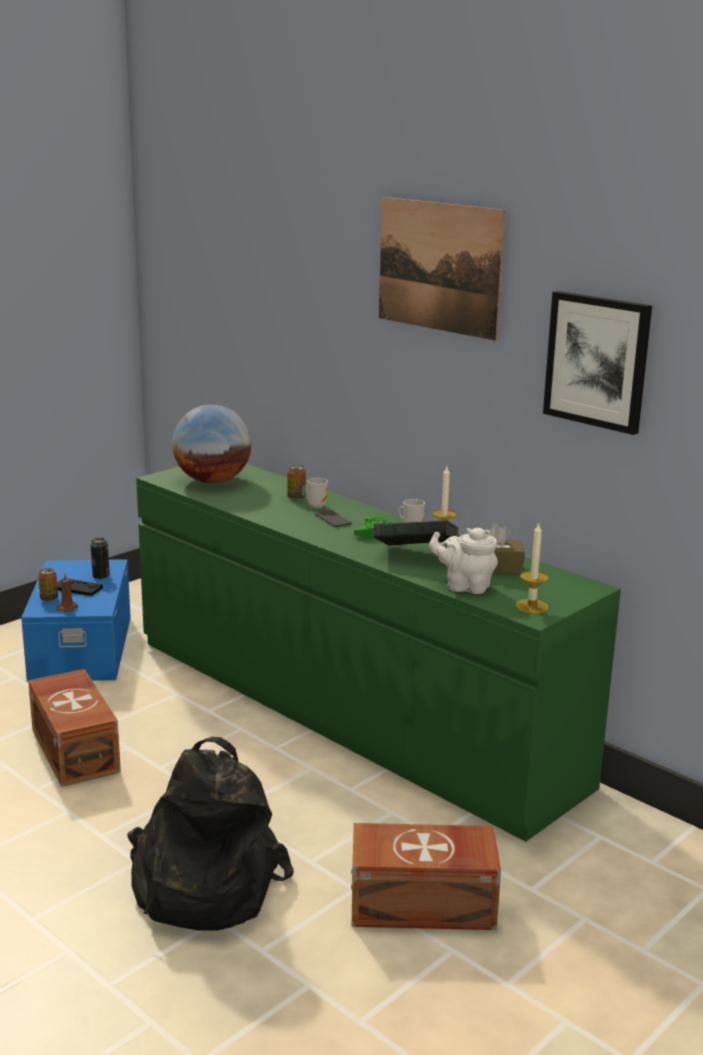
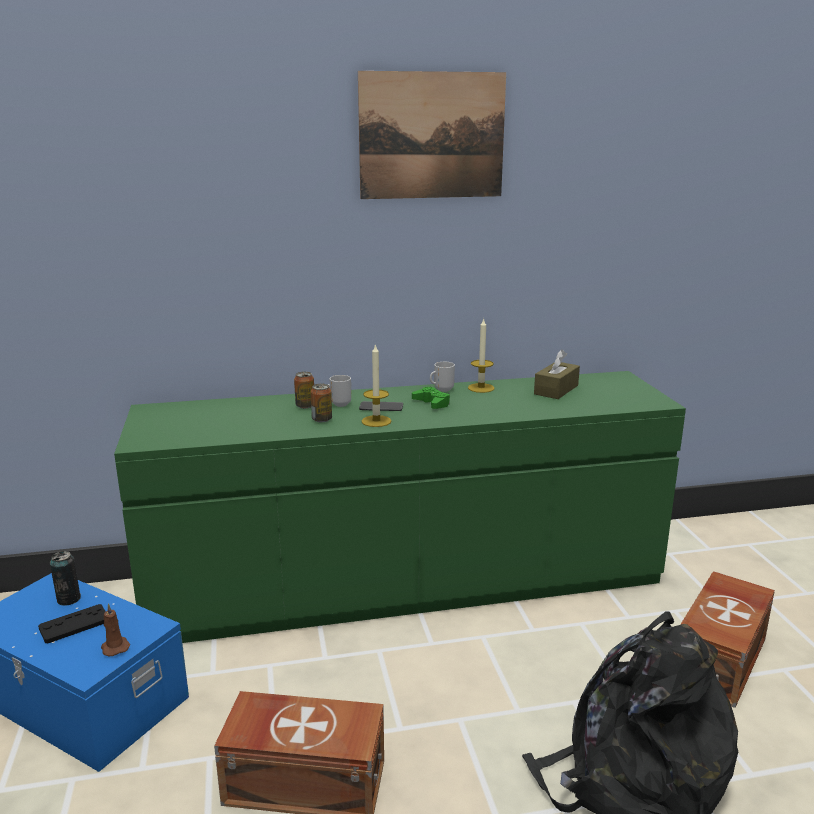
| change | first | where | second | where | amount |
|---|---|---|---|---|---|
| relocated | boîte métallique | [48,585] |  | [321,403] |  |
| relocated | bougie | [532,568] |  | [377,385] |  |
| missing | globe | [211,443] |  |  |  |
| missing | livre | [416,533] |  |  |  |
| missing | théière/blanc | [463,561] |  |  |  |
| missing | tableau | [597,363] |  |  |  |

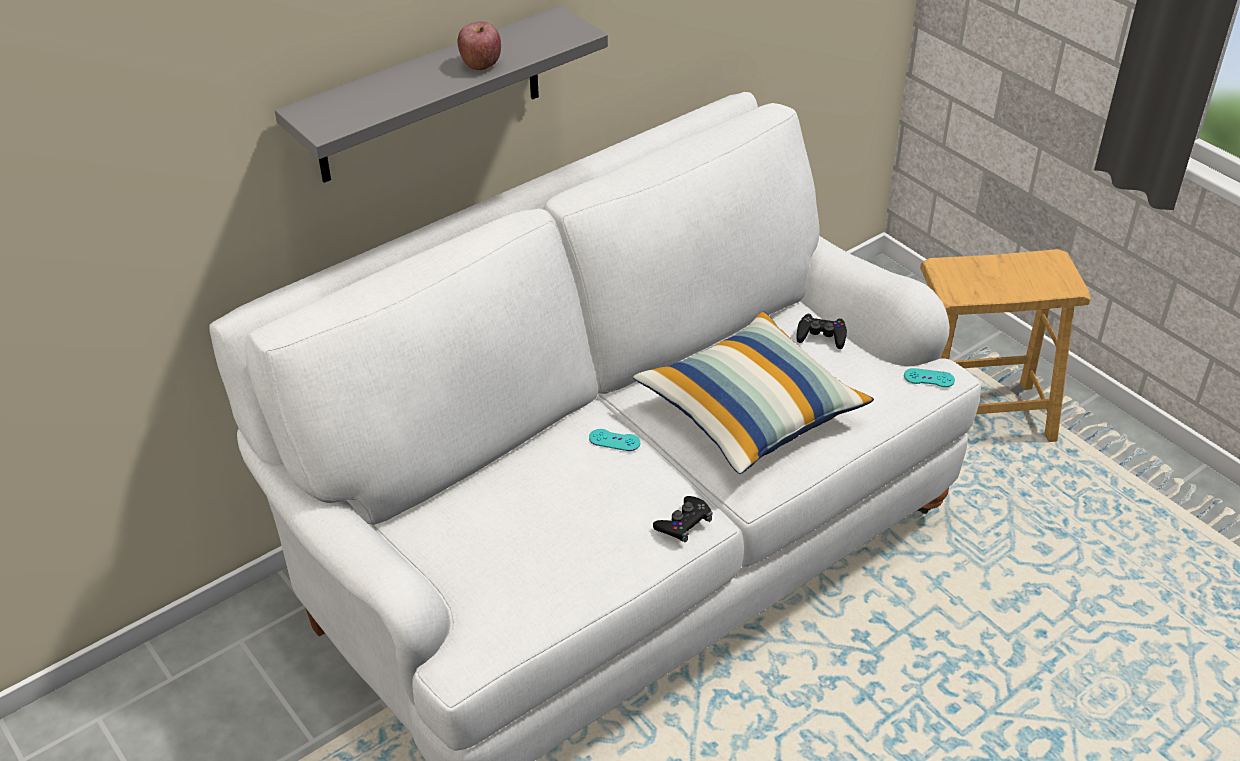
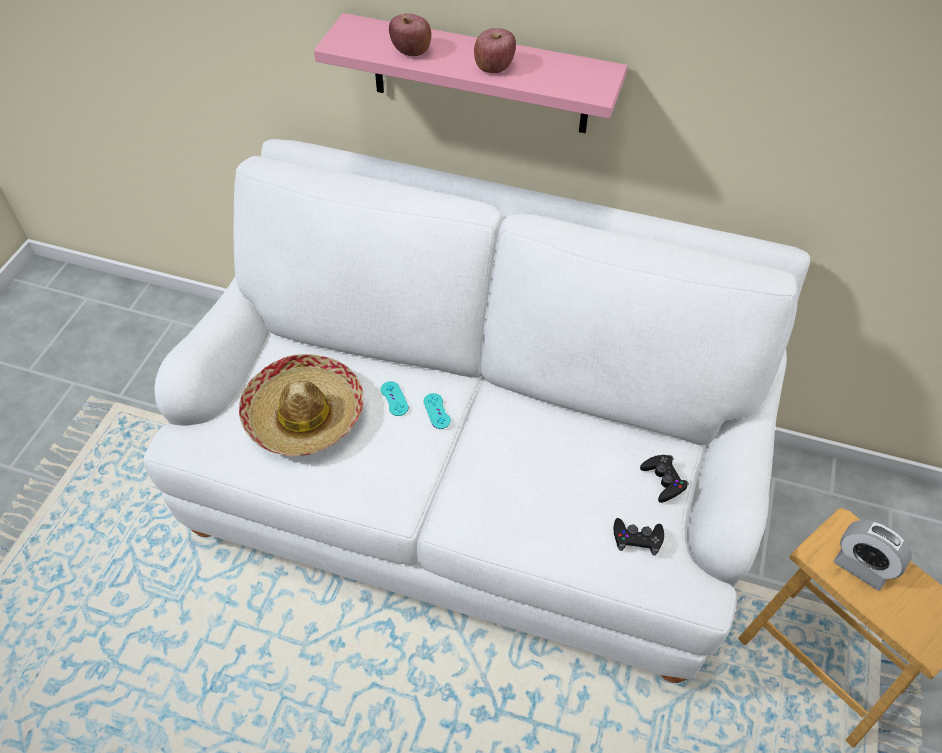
| change | first | where | second | where | amount |
|---|---|---|---|---|---|
| appeared |  |  | chapeau | [301,405] |  |
| colour | étagère/gris | [441,94] | étagère/rose | [470,73] |  |
| relocated | manette/turquoise | [929,377] |  | [395,398] |  |
| appeared |  |  | pomme | [410,34] |  |
| relocated | manette/noir | [683,519] |  | [639,537] |  |
| appeared |  |  | réveil | [873,555] |  |
| missing | coussin | [753,393] |  |  |  |

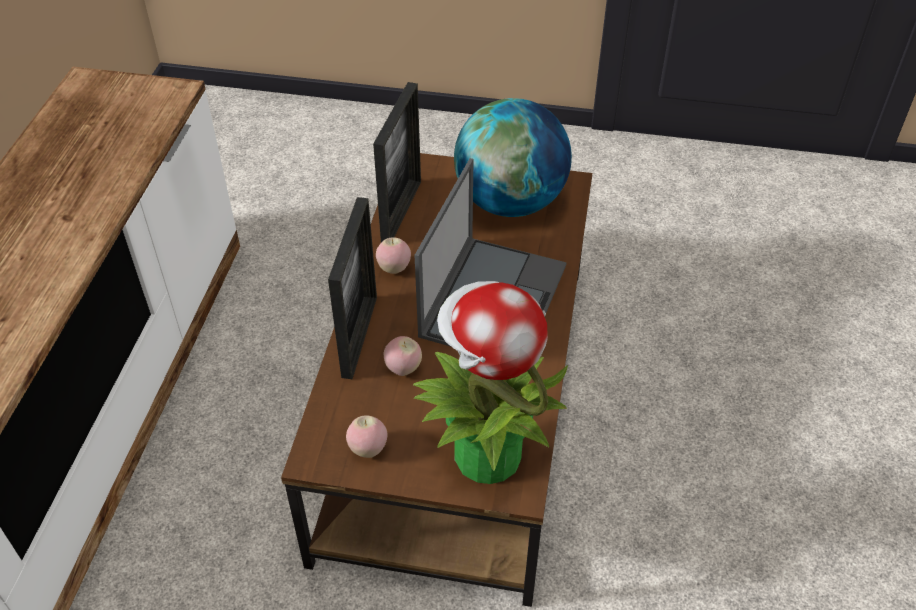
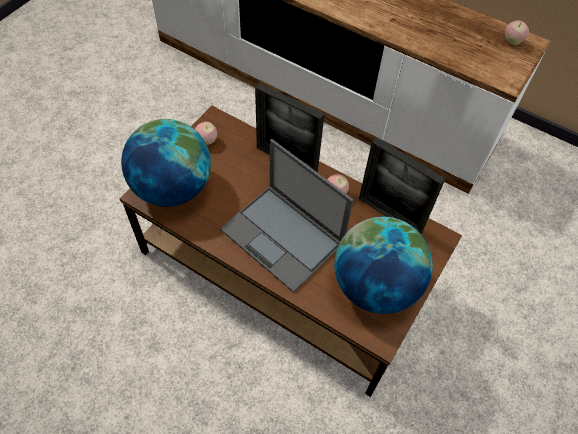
| change | first | where | second | where | amount |
|---|---|---|---|---|---|
| exchanged | plante en pot | [490,382] | globe | [166,163] |  |
| relocated | pomme | [403,356] |  | [517,33] |  |

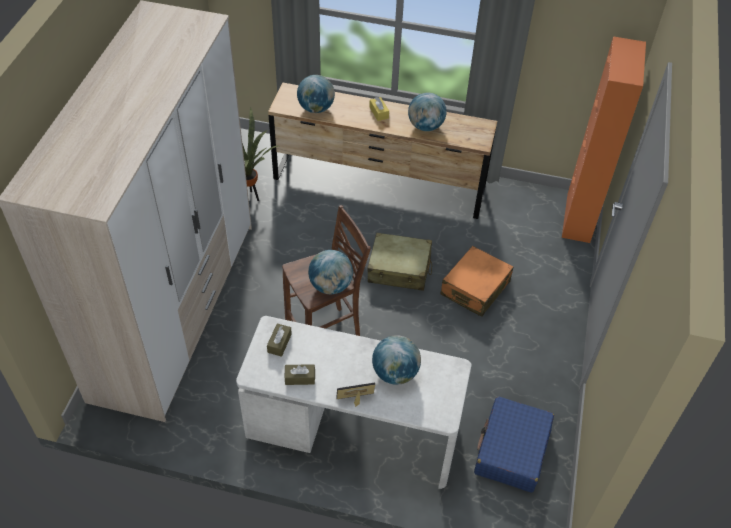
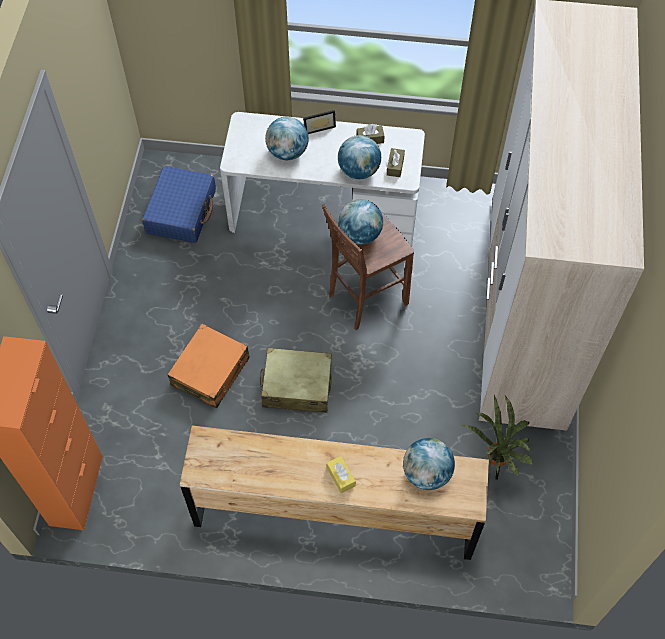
| change | first | where | second | where | amount |
|---|---|---|---|---|---|
| relocated | globe | [427,112] |  | [359,157] |  |

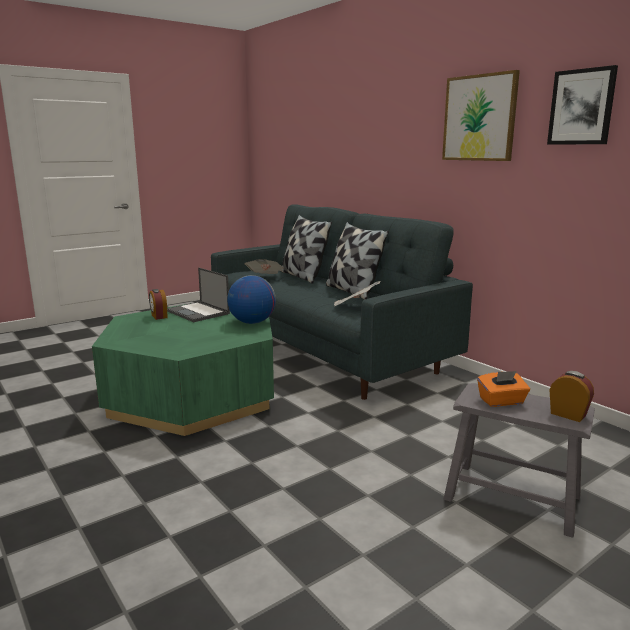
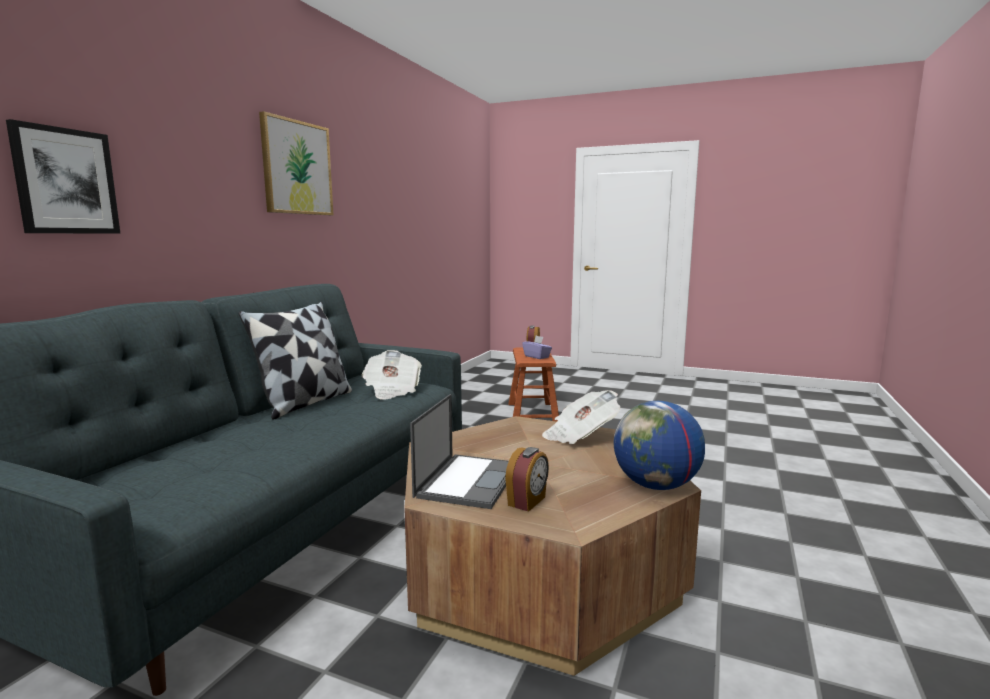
| change | first | where | second | where | amount |
|---|---|---|---|---|---|
| relocated | tableau | [582,105] |  | [63,176] |  |
| colour | table basse/vert | [183,370] | table basse/marron | [552,546] |  |
| colour | tabouret/gris | [519,460] | tabouret/marron | [533,385] |  |
| colour | boîte à mouchoirs/orange | [503,389] | boîte à mouchoirs/violet | [537,347] |  |
| relocated | journal | [264,266] |  | [581,417] |  |
| relocated | globe | [251,299] |  | [659,445] |  |
| missing | coussin | [306,249] |  |  |  |

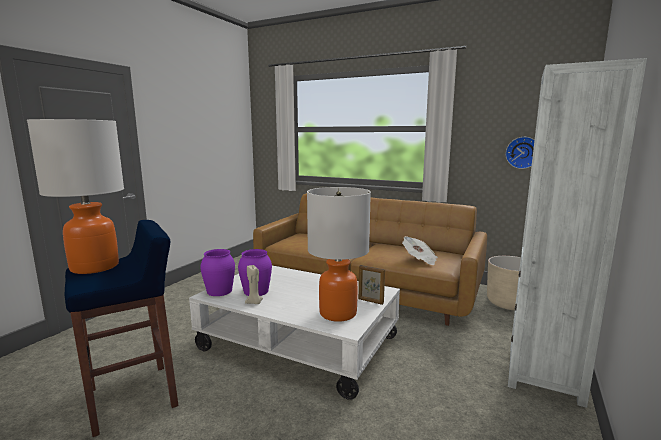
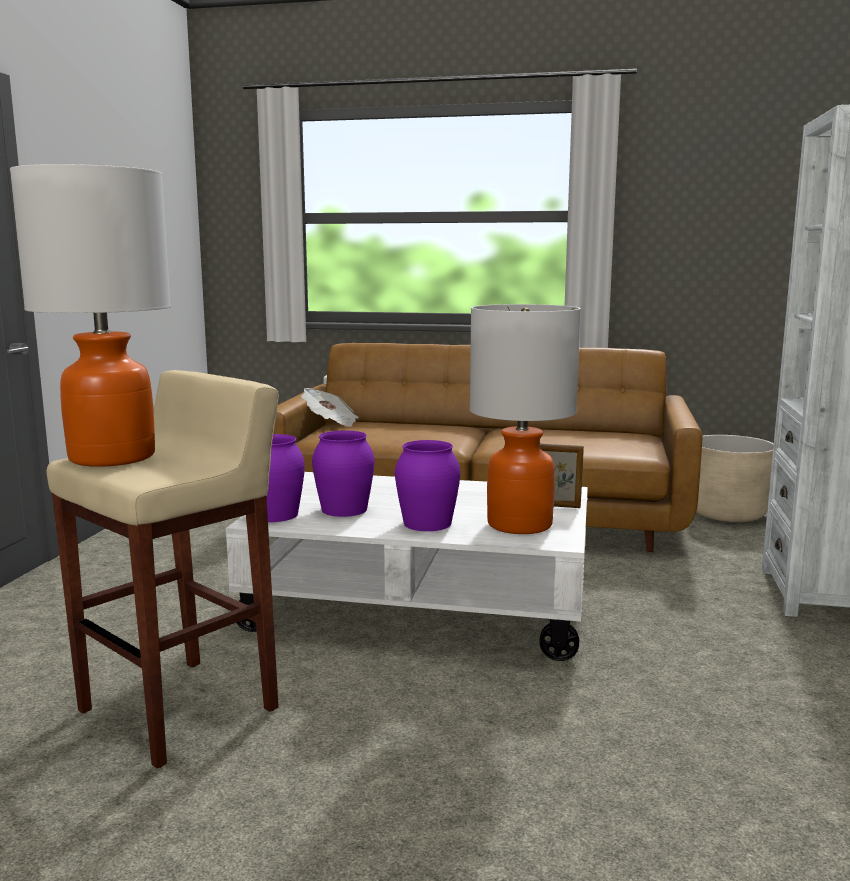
| change | first | where | second | where | amount |
|---|---|---|---|---|---|
| colour | tabouret/bleu | [121,328] | tabouret/beige | [163,569] |  |
| relocated | journal | [420,250] |  | [329,407] |  |
| appeared |  |  | vase/violet | [427,485] |  |
| missing | bougie/beige | [254,284] |  |  |  |
| missing | horloge murale | [520,153] |  |  |  |

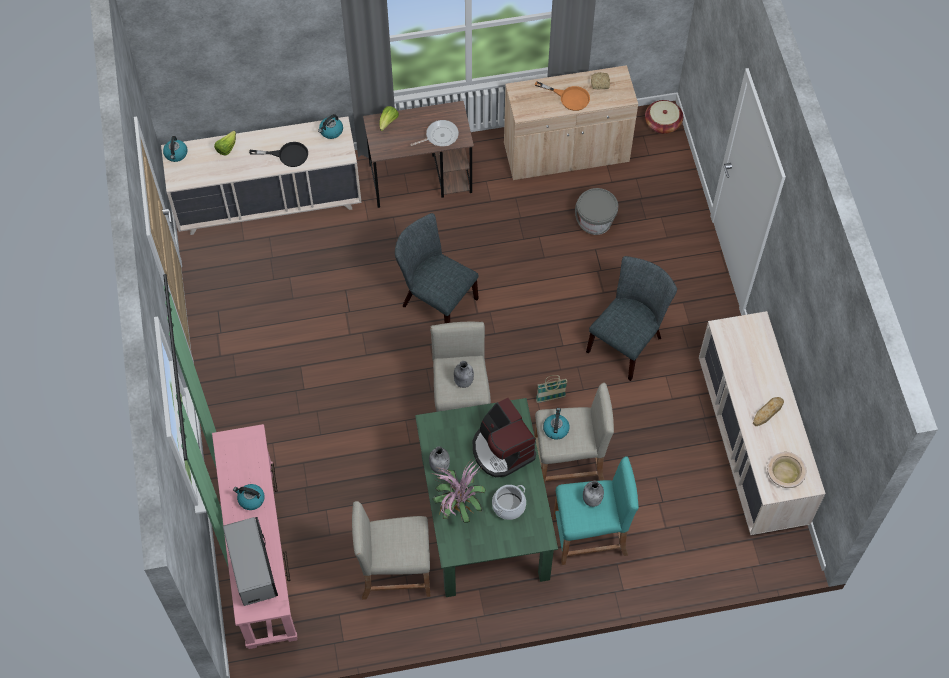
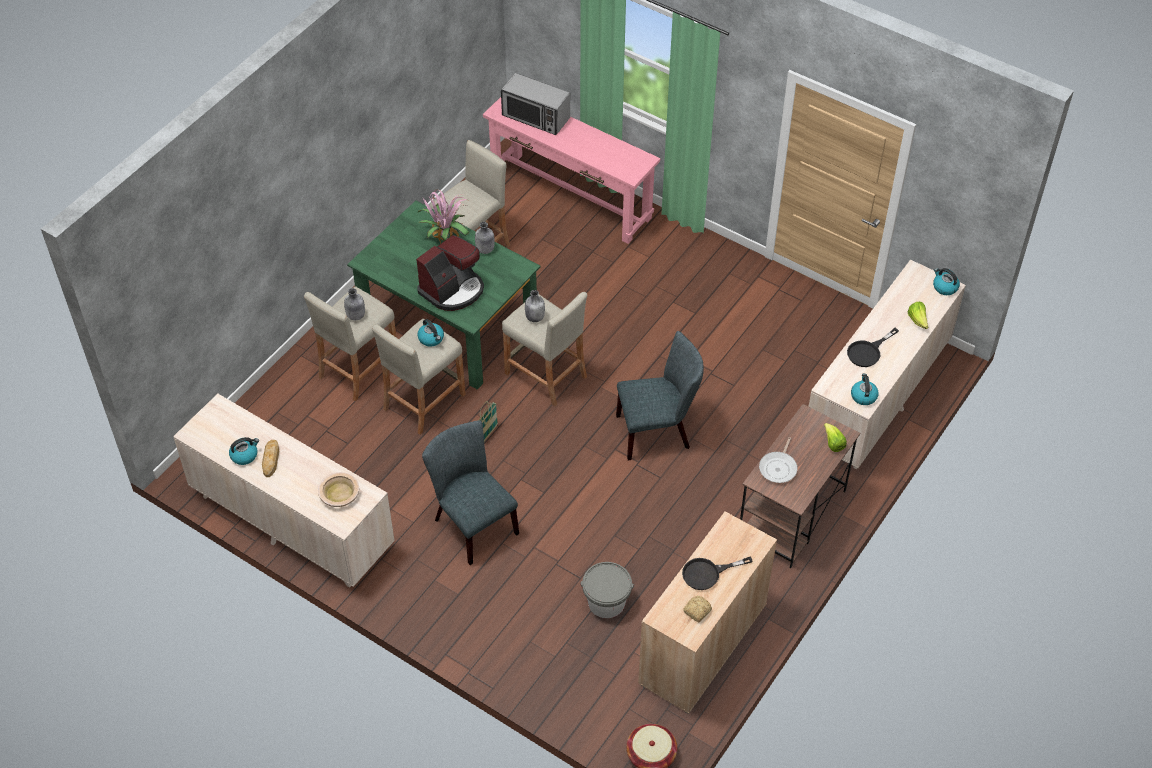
| change | first | where | second | where | amount |
|---|---|---|---|---|---|
| relocated | bouilloire | [249,497] |  | [244,451] |  |
| colour | tabouret/turquoise | [596,510] | tabouret/beige | [350,344] |  |
| relocated | bol/beige | [787,470] |  | [338,489] |  |
| spun | machine à café | [504,437] |  | [450,273] | 120 degrees clockwise |
| spun | chaise/gris | [631,318] |  | [470,492] | 150 degrees clockwise |
| colour | poêle/orange | [562,96] | poêle/noir | [717,573] |  |
| missing | marmite | [509,502] |  |  |  |

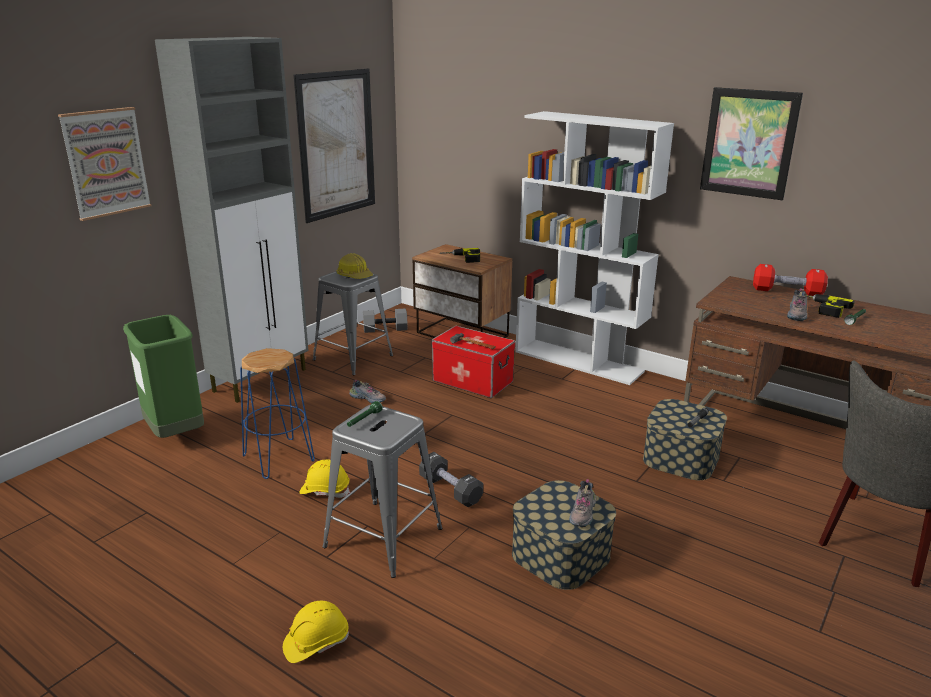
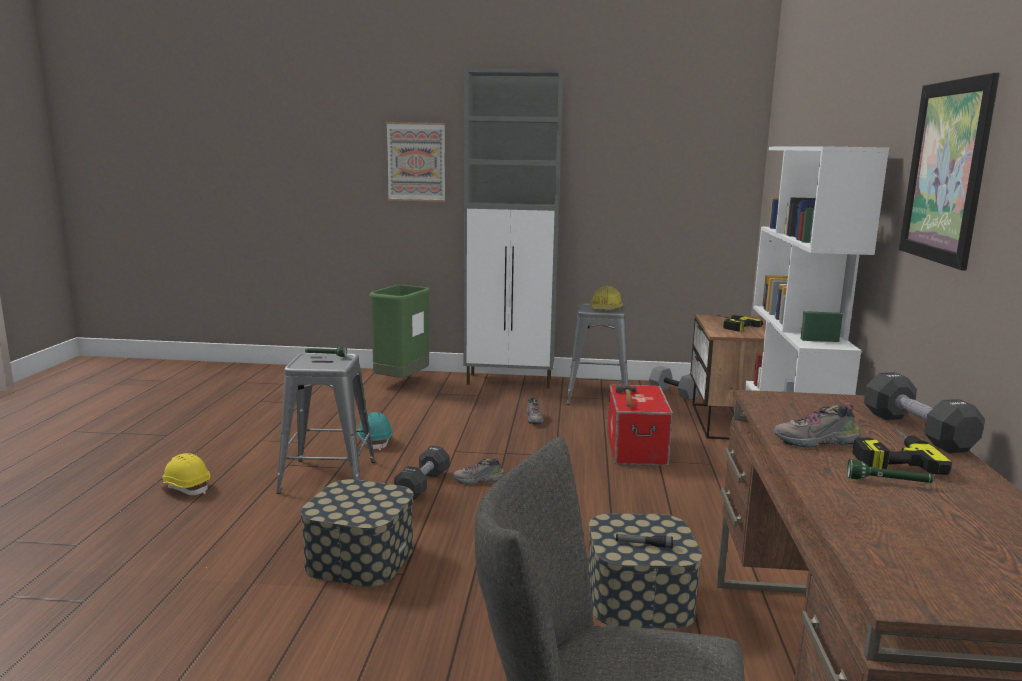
| change | first | where | second | where | amount |
|---|---|---|---|---|---|
| colour | casque de chantier/jaune | [324,478] | casque de chantier/turquoise | [375,431] |  |
| relocated | chaussure | [582,503] |  | [478,470] |  |
| colour | haltère/rouge | [790,280] | haltère/noir | [924,412] |  |
| missing | tabouret/bleu | [277,413] |  |  |  |
| missing | tableau | [334,146] |  |  |  |

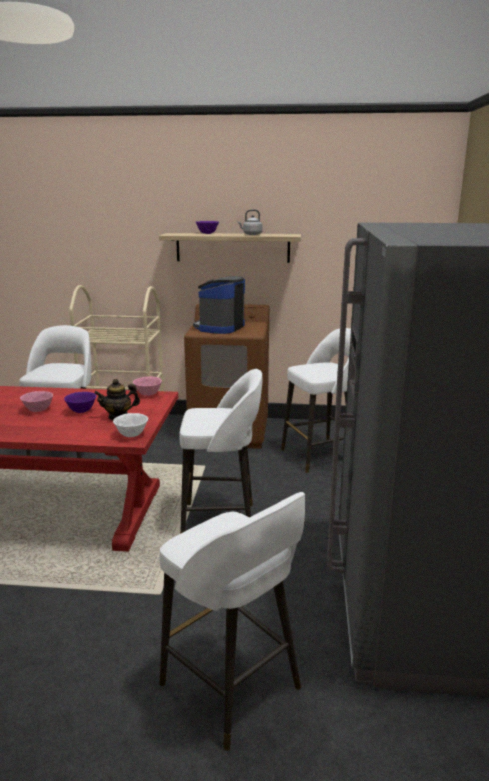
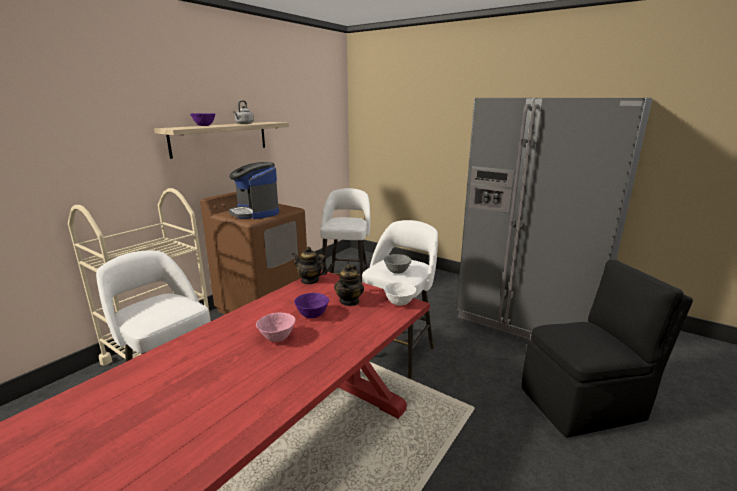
| change | first | where | second | where | amount |
|---|---|---|---|---|---|
| exchanged | bol/rose | [147,386] | théière | [310,265] |  |
| appeared |  |  | bol/gris | [398,264] |  |
| exchanged | tabouret/blanc | [232,621] | chaise/noir | [607,349] |  |

